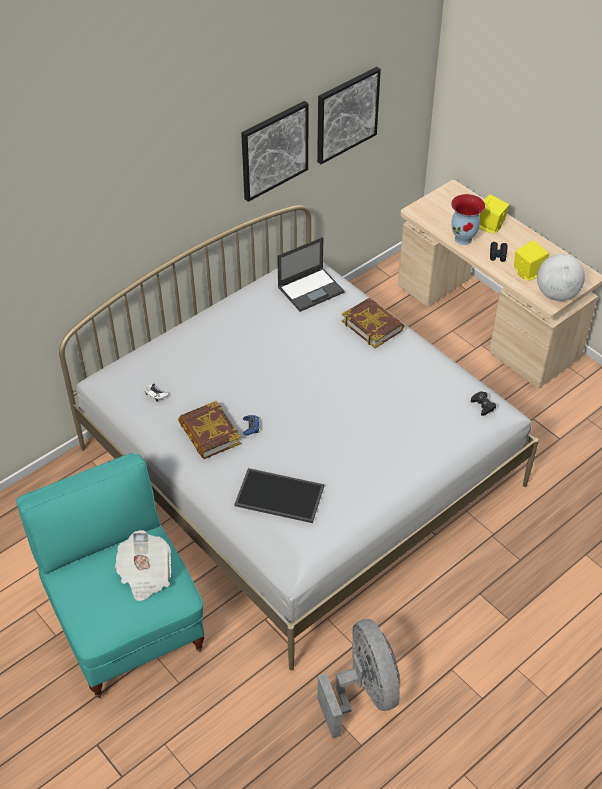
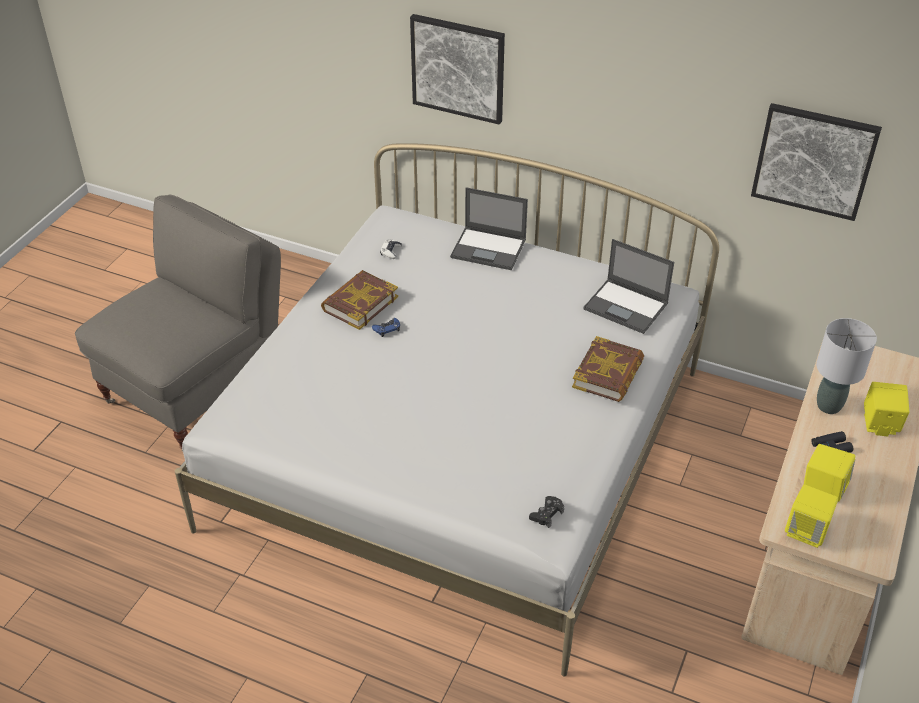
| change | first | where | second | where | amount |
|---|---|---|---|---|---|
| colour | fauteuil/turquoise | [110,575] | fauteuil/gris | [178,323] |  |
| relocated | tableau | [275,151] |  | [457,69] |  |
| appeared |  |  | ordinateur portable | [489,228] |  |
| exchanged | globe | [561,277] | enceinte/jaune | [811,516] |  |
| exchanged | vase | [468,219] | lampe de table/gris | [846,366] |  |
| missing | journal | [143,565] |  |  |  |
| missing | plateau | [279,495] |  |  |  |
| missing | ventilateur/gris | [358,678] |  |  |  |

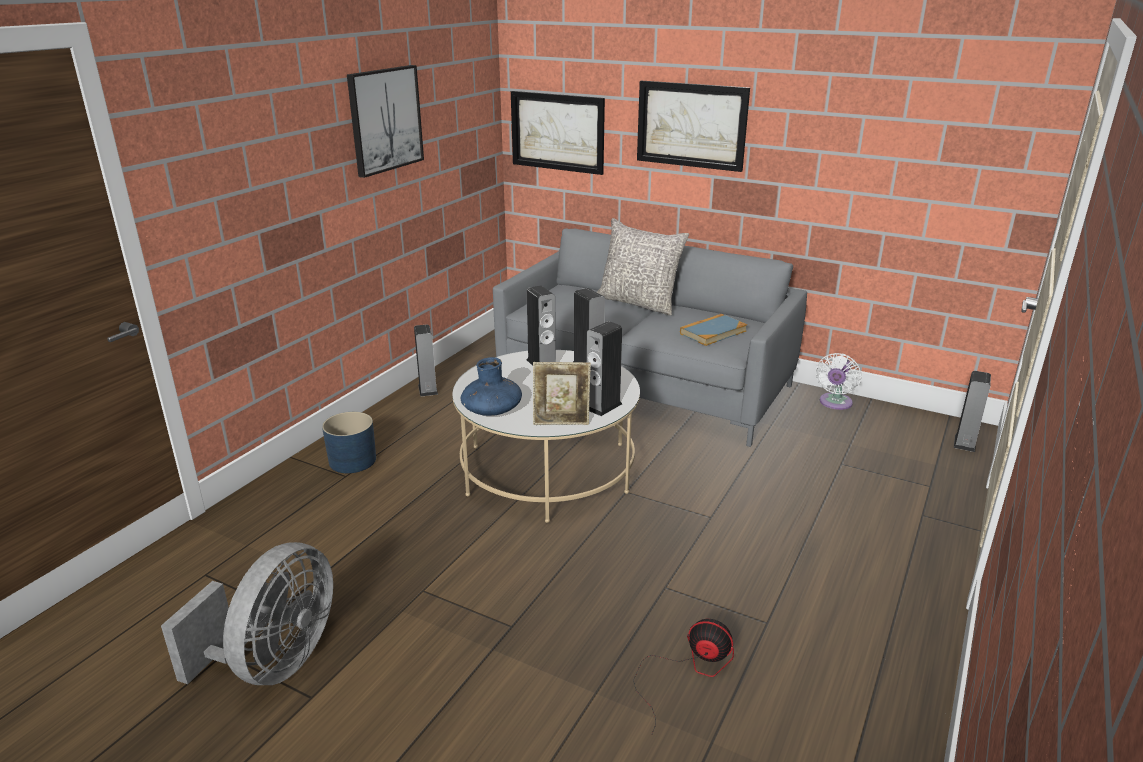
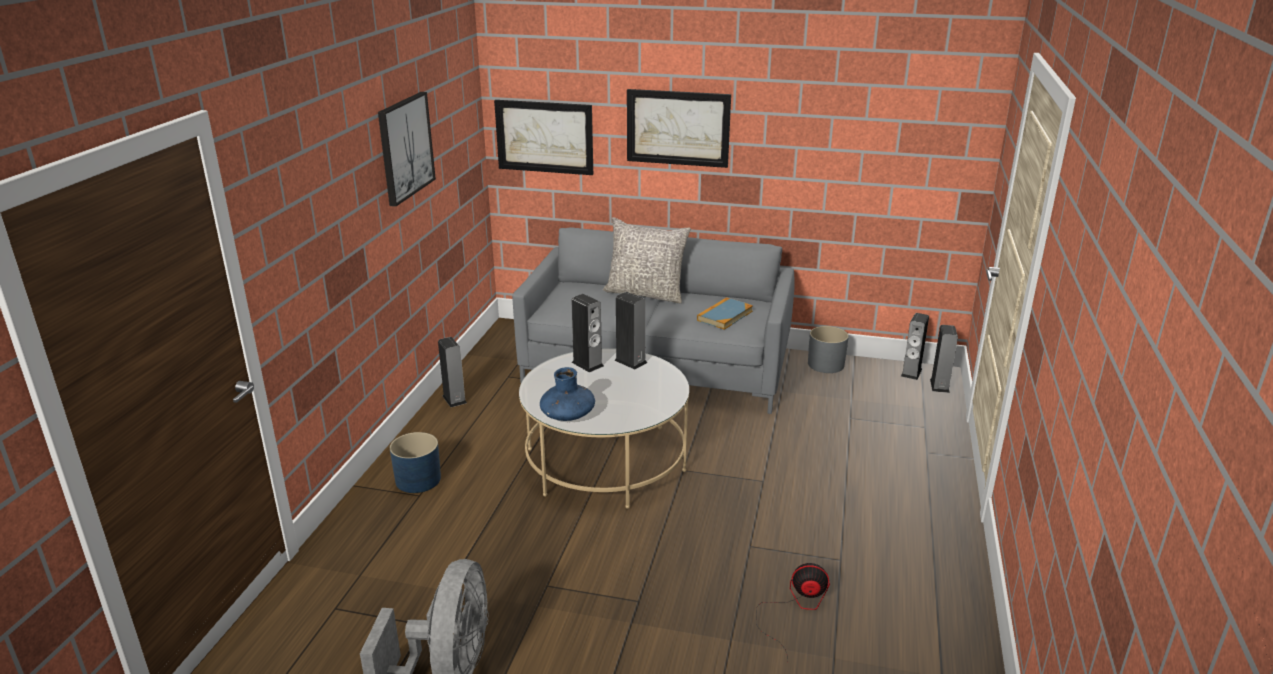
| change | first | where | second | where | amount |
|---|---|---|---|---|---|
| exchanged | ventilateur/blanc | [838,381] | cache-pot/gris | [828,349] |  |
| relocated | enceinte | [604,368] |  | [915,346] |  |
| missing | cadre photo | [562,393] |  |  |  |

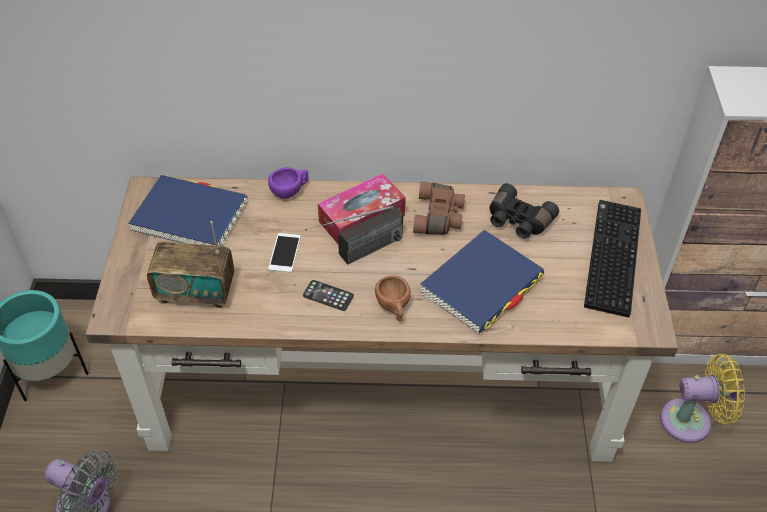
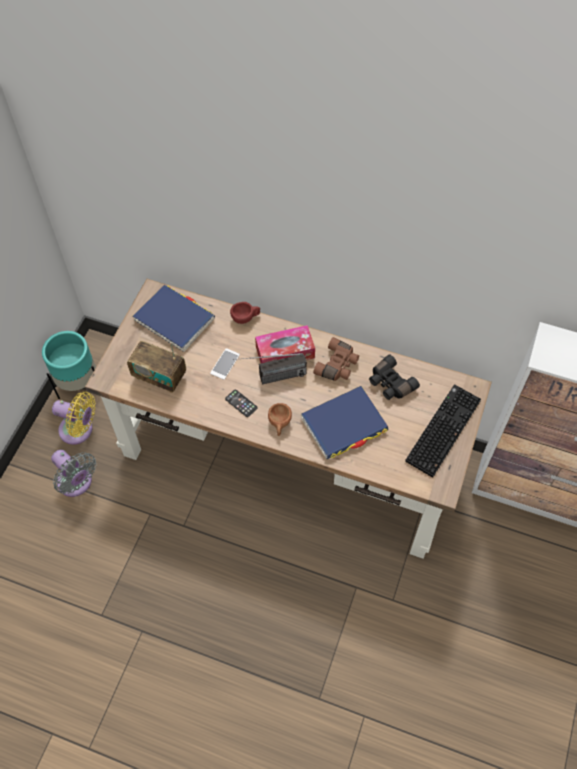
| change | first | where | second | where | amount |
|---|---|---|---|---|---|
| relocated | ventilateur/jaune | [702,398] |  | [73,418] |  |
| colour | tasse/violet | [288,183] | tasse/rouge | [245,313] |  |

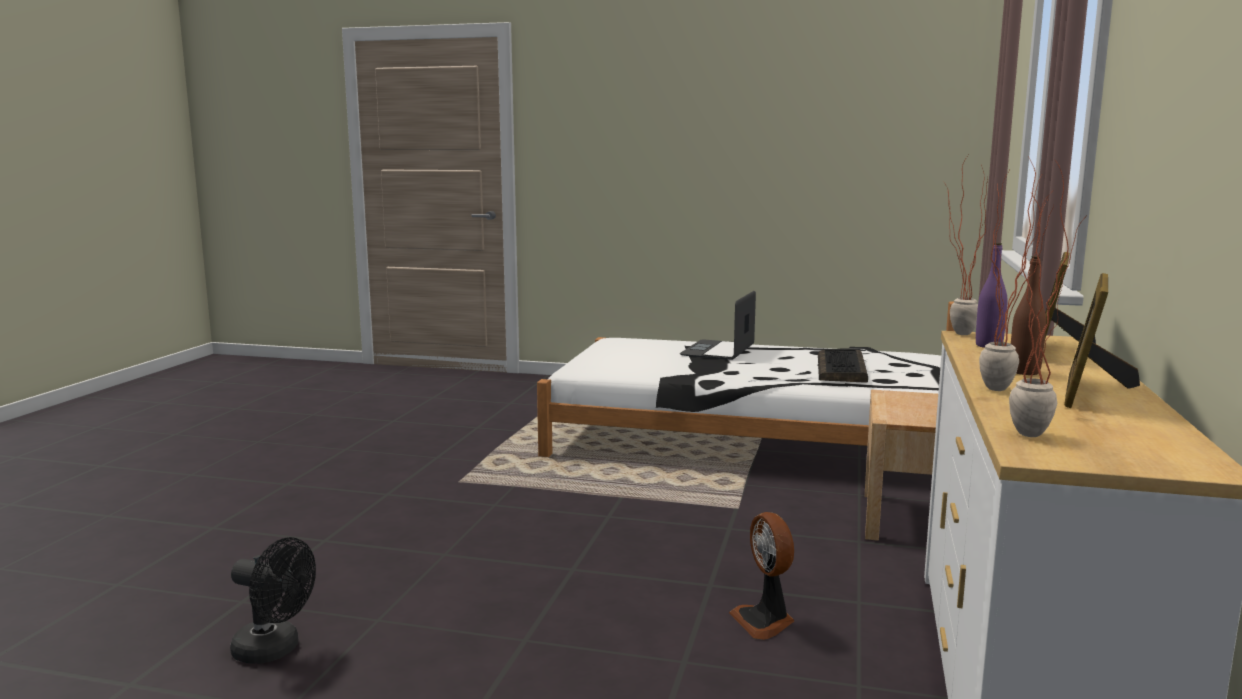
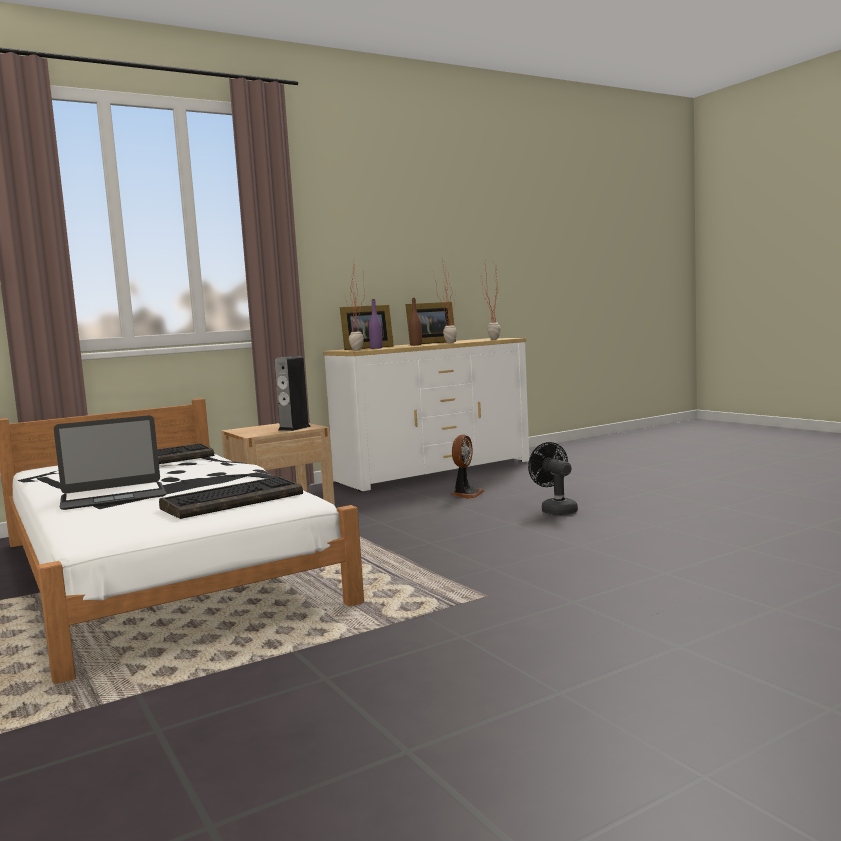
| change | first | where | second | where | amount |
|---|---|---|---|---|---|
| appeared |  |  | clavier | [231,497] |  |
| appeared |  |  | enceinte | [292,393] |  |
| relocated | ventilateur/noir | [273,600] |  | [553,478] |  |

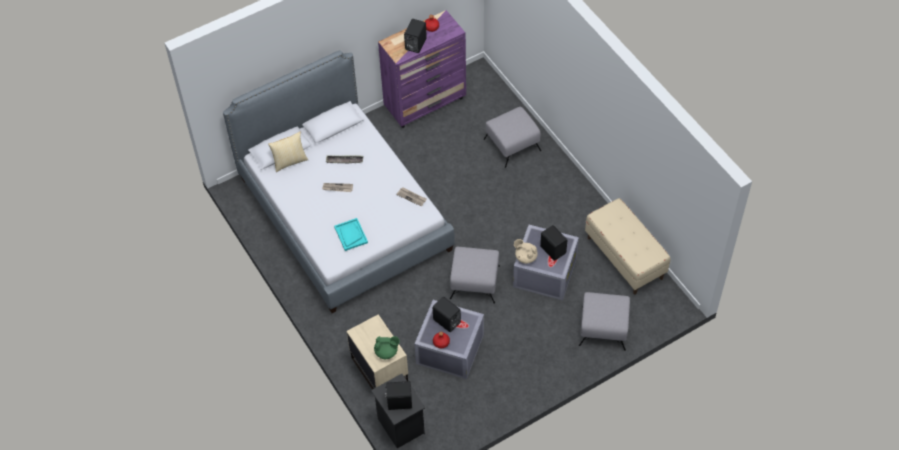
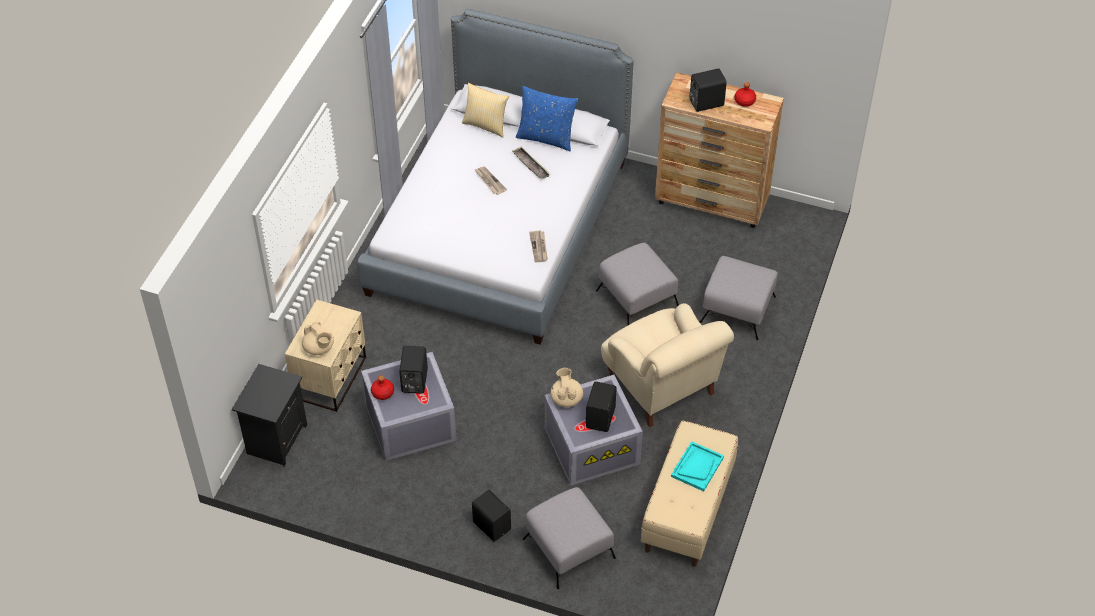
| change | first | where | second | where | amount |
|---|---|---|---|---|---|
| colour | théière/vert | [387,347] | théière/beige | [318,338] |  |
| relocated | enceinte/noir | [398,395] |  | [491,516] |  |
| appeared |  |  | coussin/bleu | [547,118] |  |
| relocated | pouf/gris | [475,275] |  | [637,284] |  |
| appeared |  |  | fauteuil/beige | [667,365] |  |
| colour | commode/violet | [422,69] | commode/marron | [719,150] |  |
| relocated | plateau/turquoise | [351,234] |  | [697,466] |  |

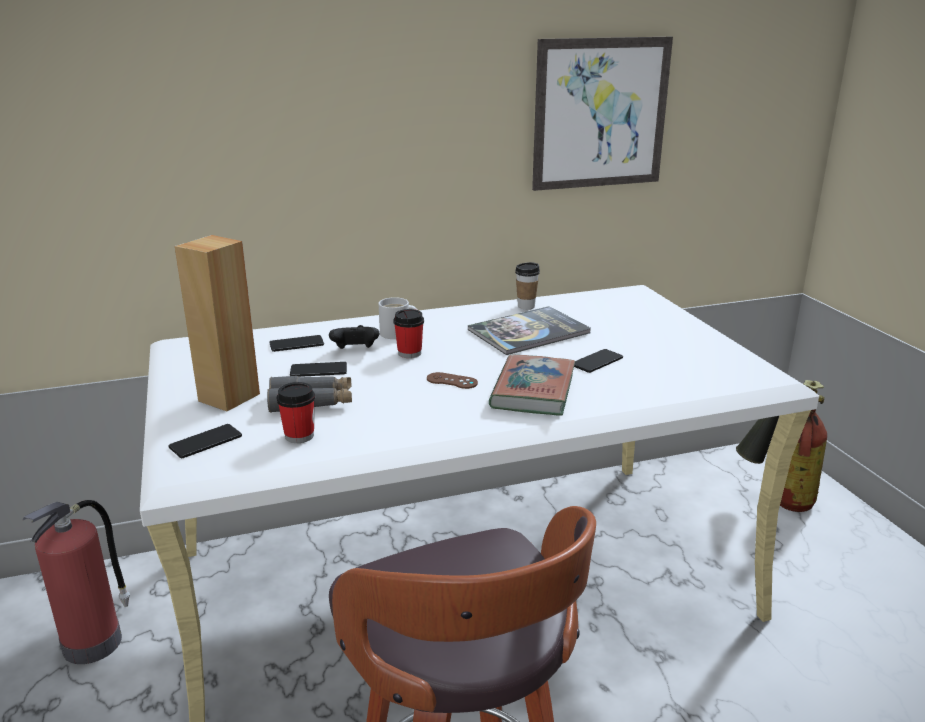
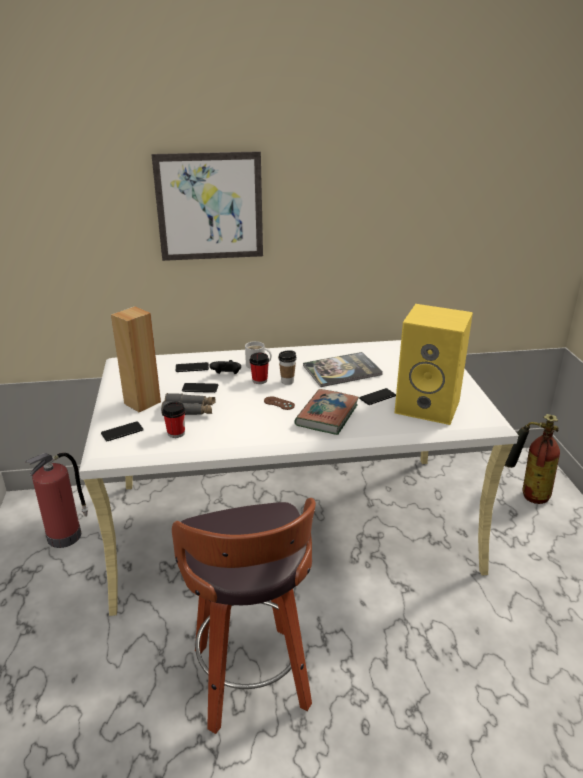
| change | first | where | second | where | amount |
|---|---|---|---|---|---|
| relocated | tableau | [602,114] |  | [207,206] |  |
| relocated | tasse | [527,285] |  | [287,367] |  |
| appeared |  |  | enceinte/jaune | [433,364] |  |

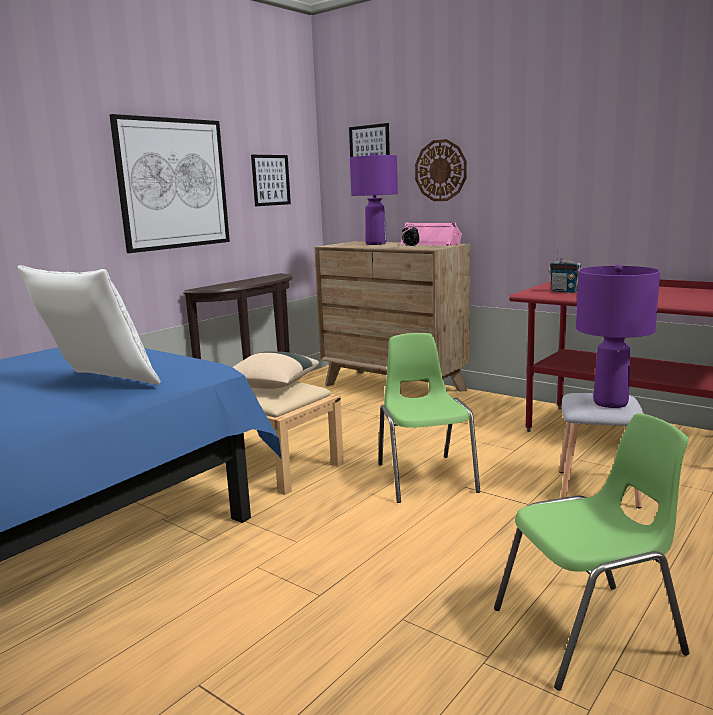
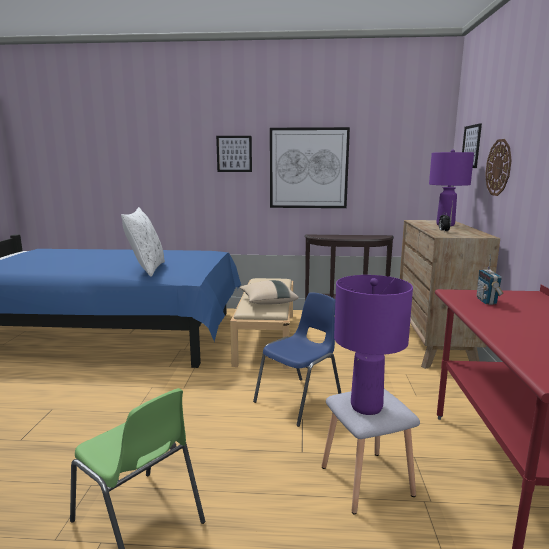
| change | first | where | second | where | amount |
|---|---|---|---|---|---|
| relocated | tableau | [271,180] |  | [234,154] |  |
| colour | chaise/vert | [429,418] | chaise/bleu | [297,359] |  |
| missing | enceinte/rose | [431,234] |  |  |  |

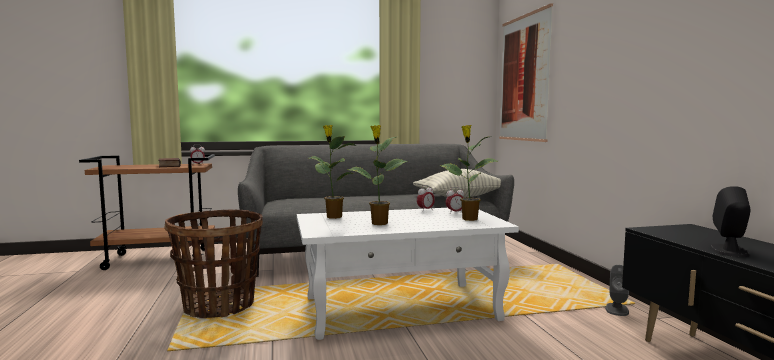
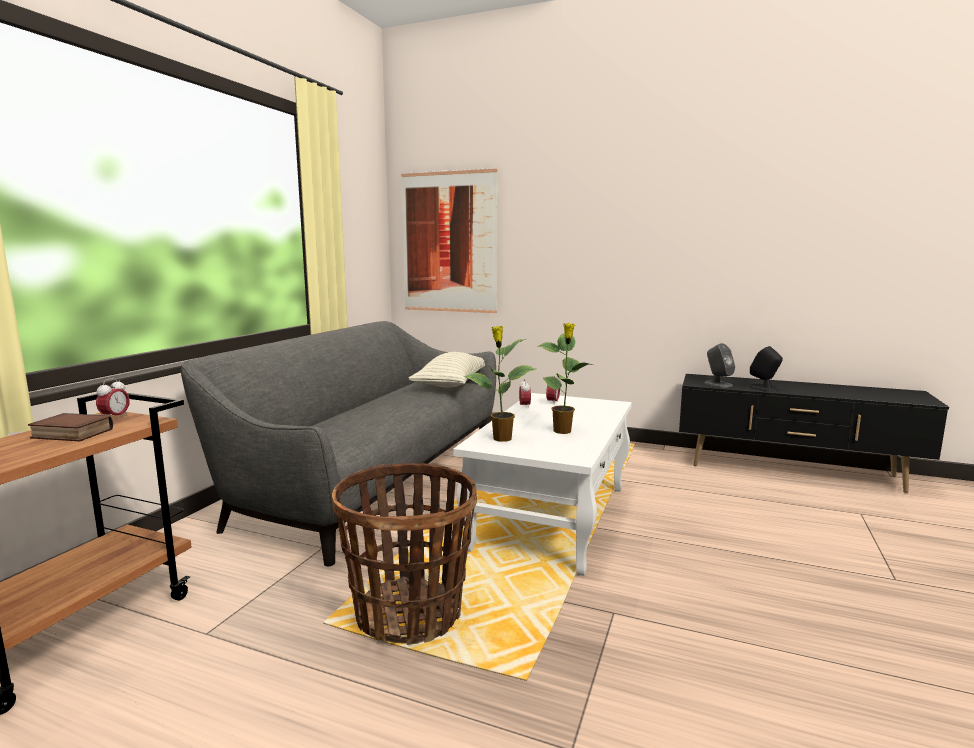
| change | first | where | second | where | amount |
|---|---|---|---|---|---|
| relocated | enceinte/gris | [617,290] |  | [720,365] |  |
| missing | plante en pot | [468,173] |  |  |  |

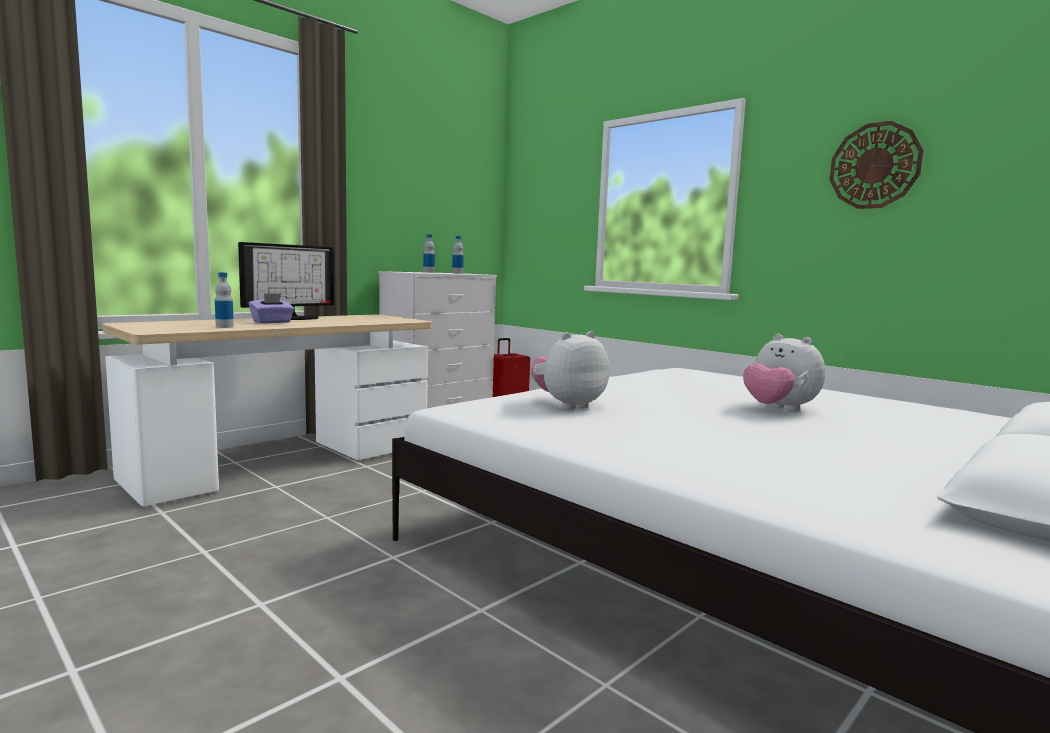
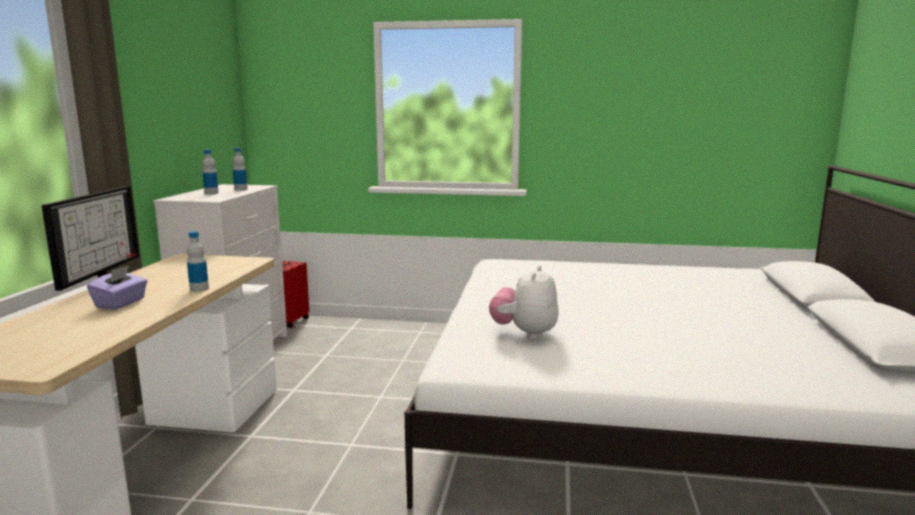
| change | first | where | second | where | amount |
|---|---|---|---|---|---|
| relocated | bouteille | [224,300] |  | [198,261] |  |
| missing | peluche | [784,372] |  |  |  |
| missing | horloge murale | [877,165] |  |  |  |

